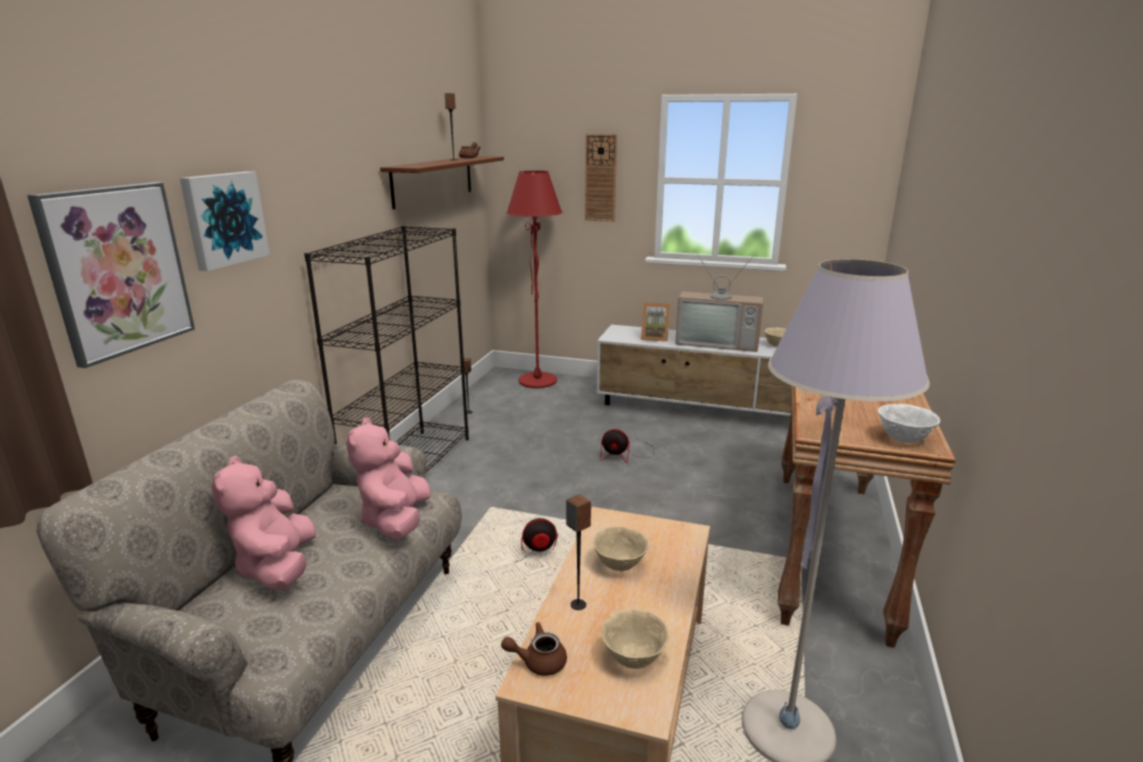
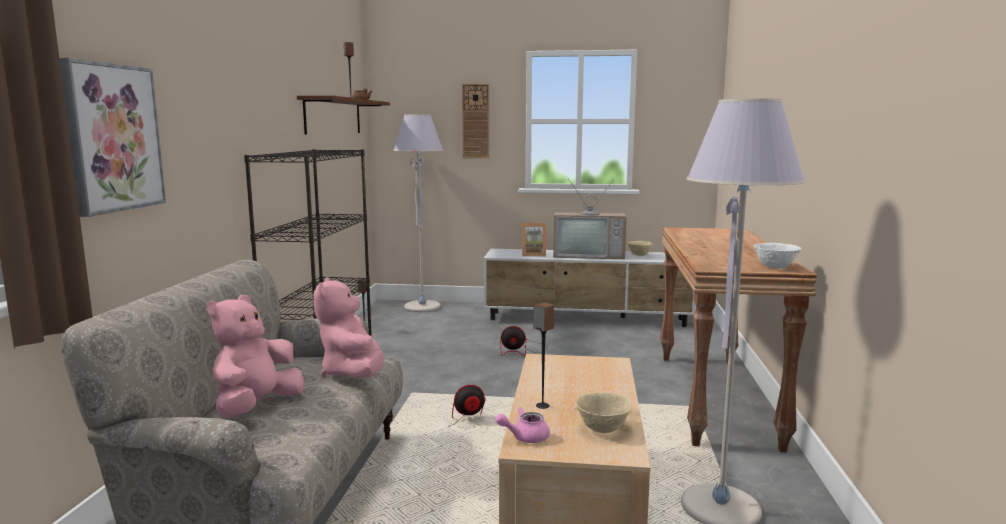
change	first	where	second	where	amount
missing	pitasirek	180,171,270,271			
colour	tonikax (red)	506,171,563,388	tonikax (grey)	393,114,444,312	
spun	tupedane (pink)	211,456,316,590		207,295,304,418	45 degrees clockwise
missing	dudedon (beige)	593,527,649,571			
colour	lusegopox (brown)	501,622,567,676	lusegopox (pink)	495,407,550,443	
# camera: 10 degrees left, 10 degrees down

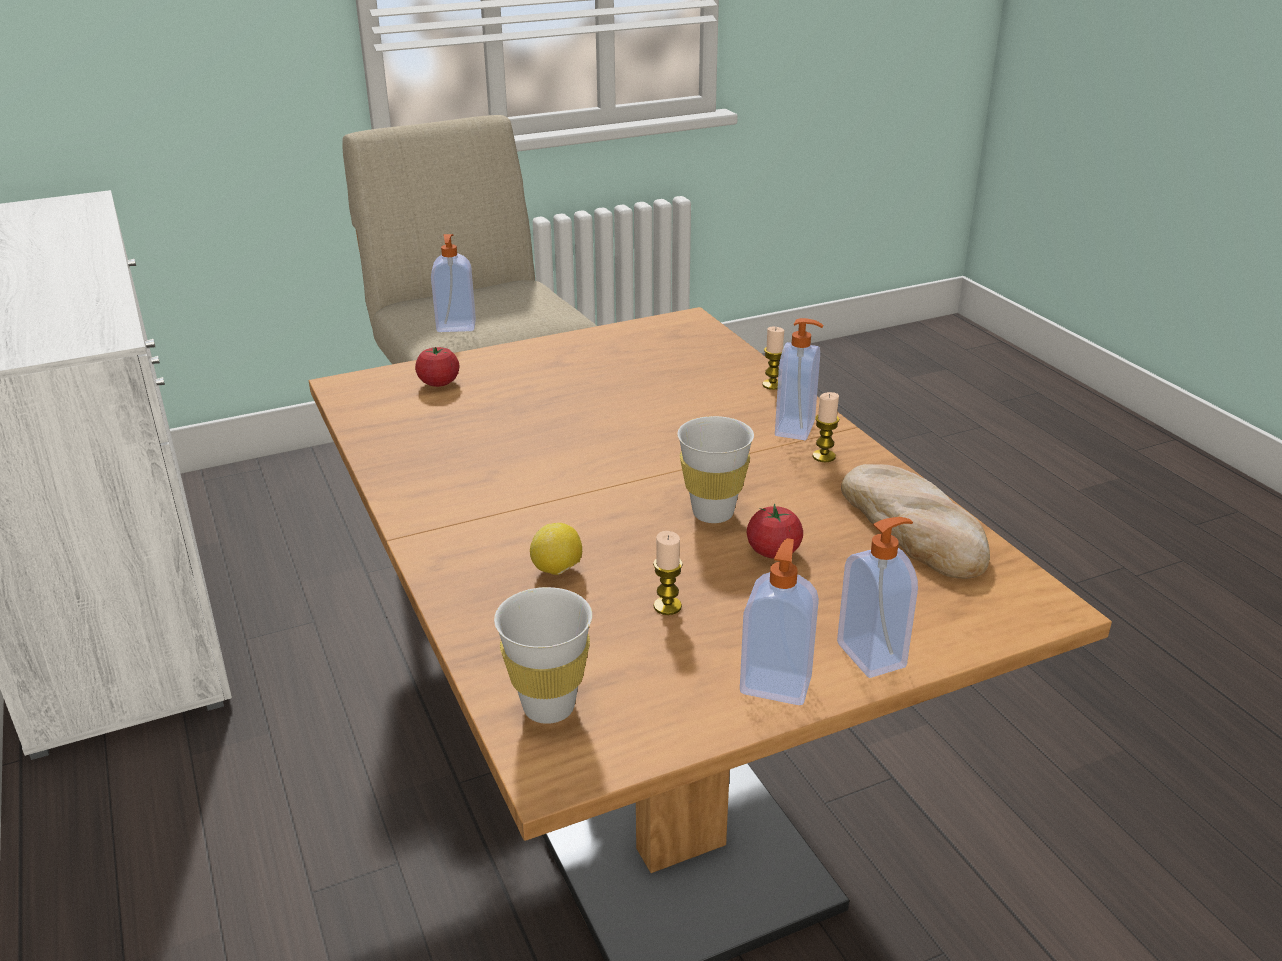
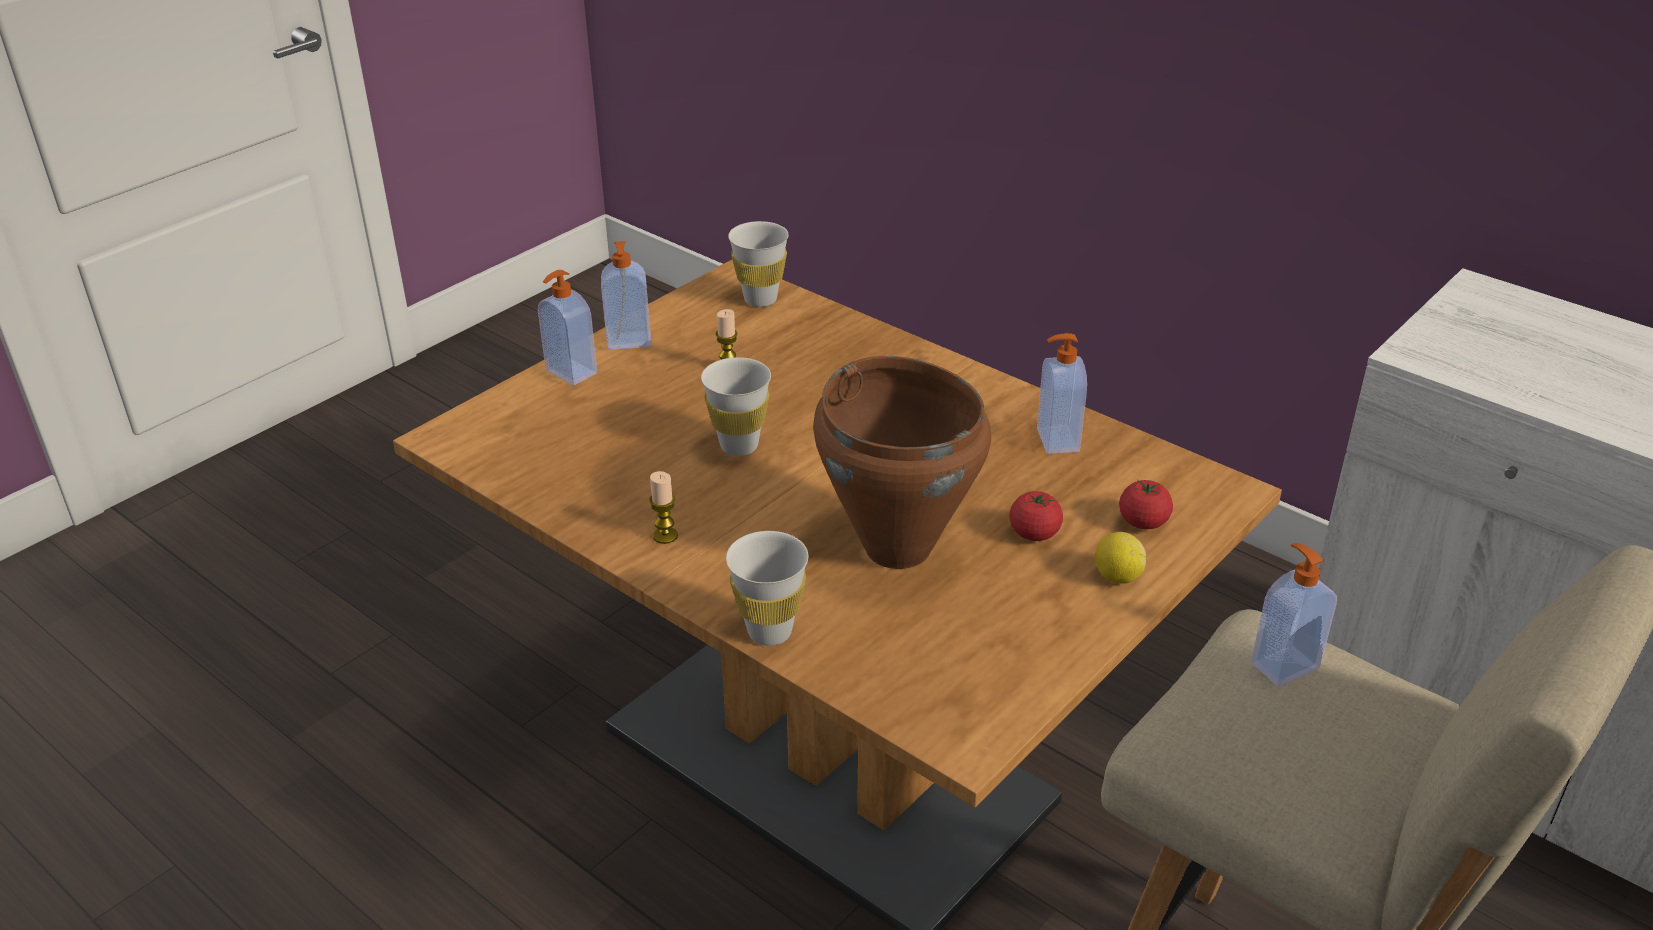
change	first	where	second	where	amount
relocated	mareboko	775,318,823,440		1037,333,1087,454	
exchanged	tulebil	762,327,784,390	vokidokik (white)	726,531,808,646	
missing	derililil	841,464,990,579			
relocated	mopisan	746,503,803,559		1009,491,1063,541	
relocated	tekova	530,523,582,575		1095,532,1146,584	
appeared			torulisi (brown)	813,356,991,569	
# camera: 155 degrees right, 5 degrees up

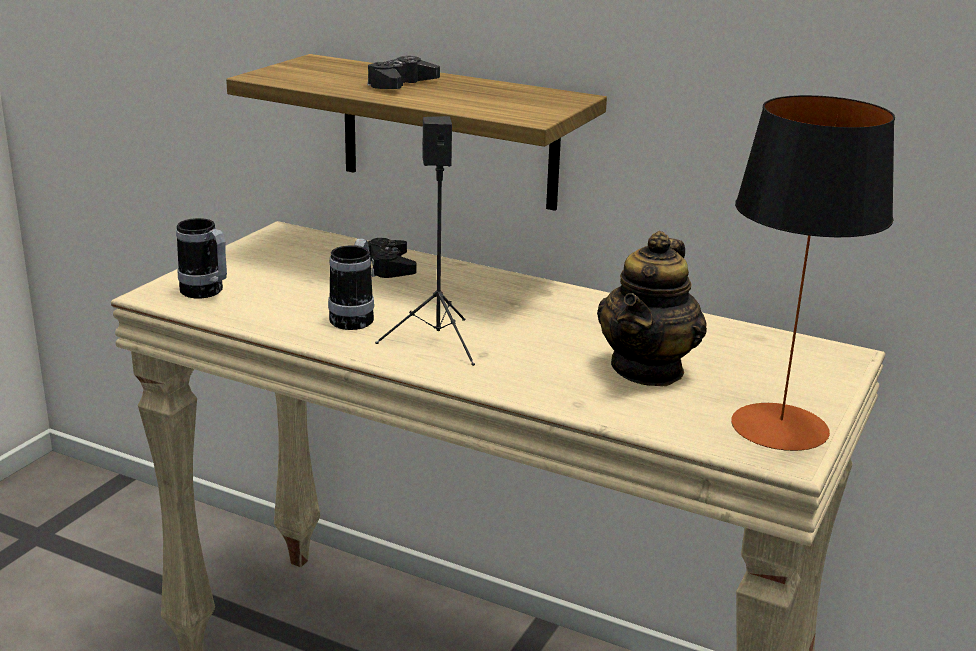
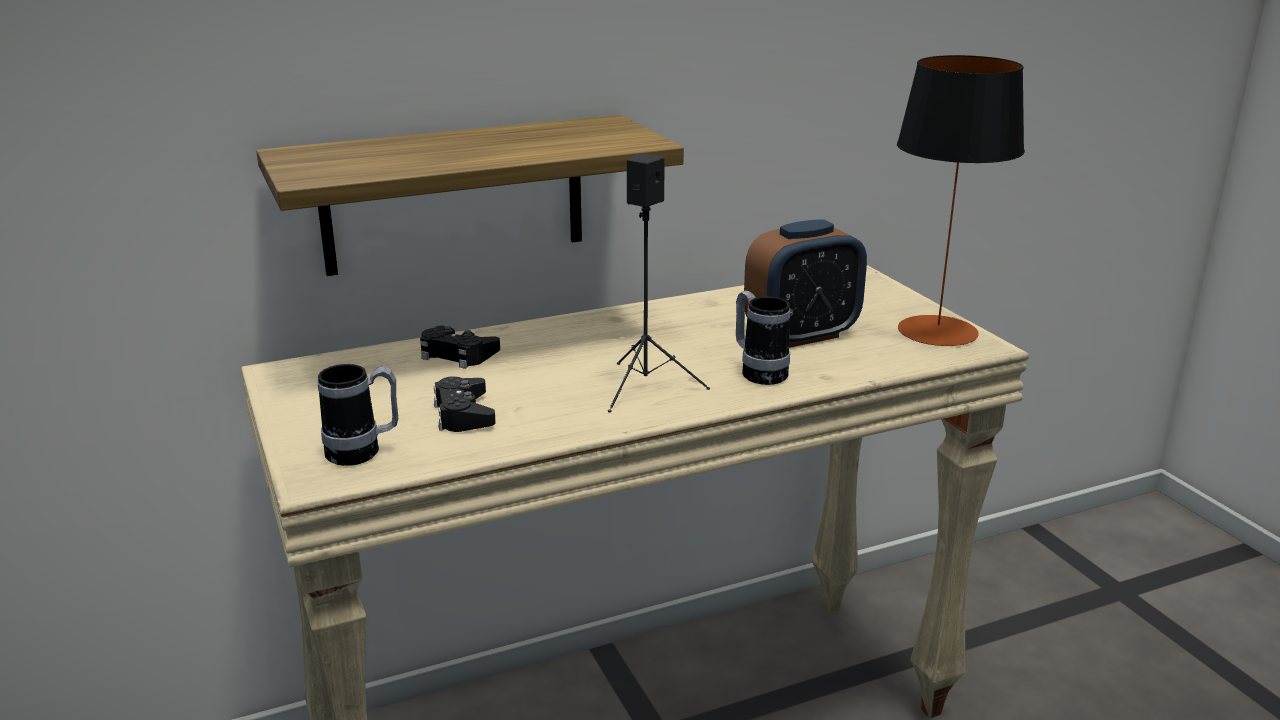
change	first	where	second	where	amount
relocated	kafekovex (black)	368,56,440,89		434,376,496,432	
exchanged	lusegopox	597,231,707,386	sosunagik	744,219,867,348	
relocated	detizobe	328,238,374,330		736,290,790,385	
# camera: 50 degrees left, 0 degrees up

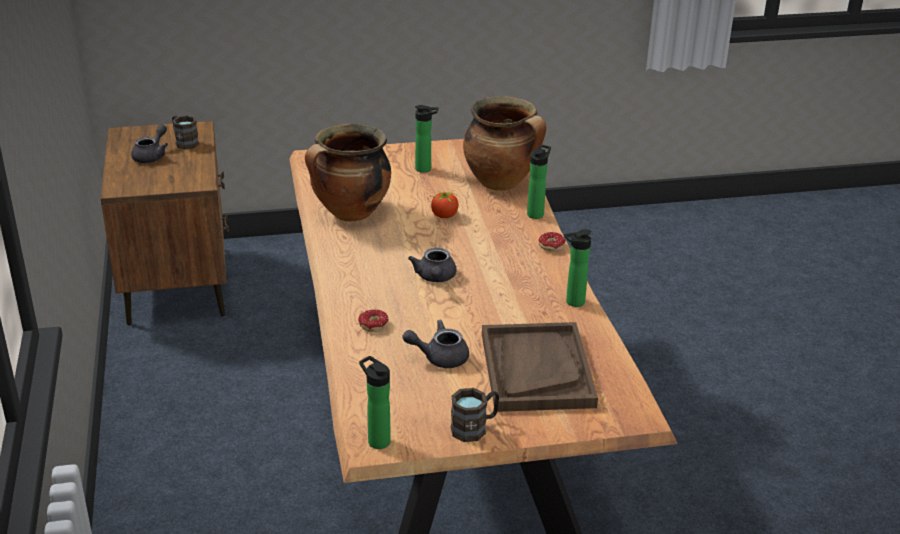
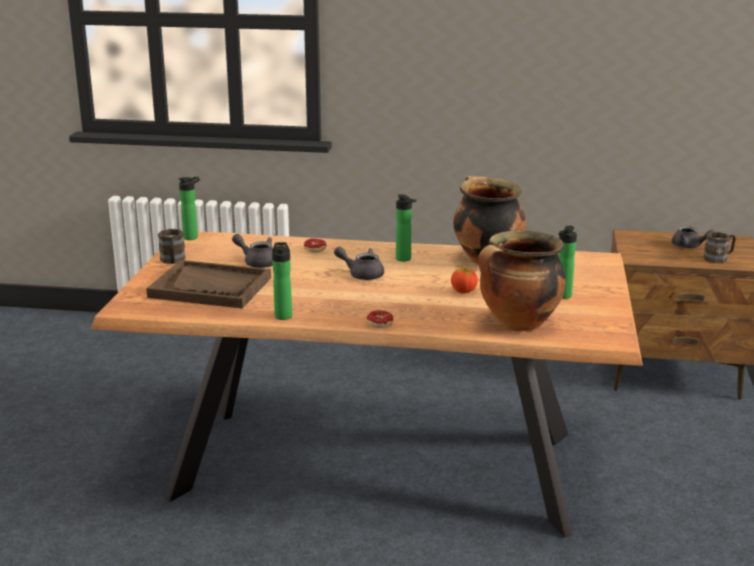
change	first	where	second	where	amount
relocated	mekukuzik	527,144,551,219		396,194,417,262	
spun	lusegopox (grey)	403,320,469,368		232,234,273,268	75 degrees counterclockwise
# camera: 110 degrees right, 10 degrees down

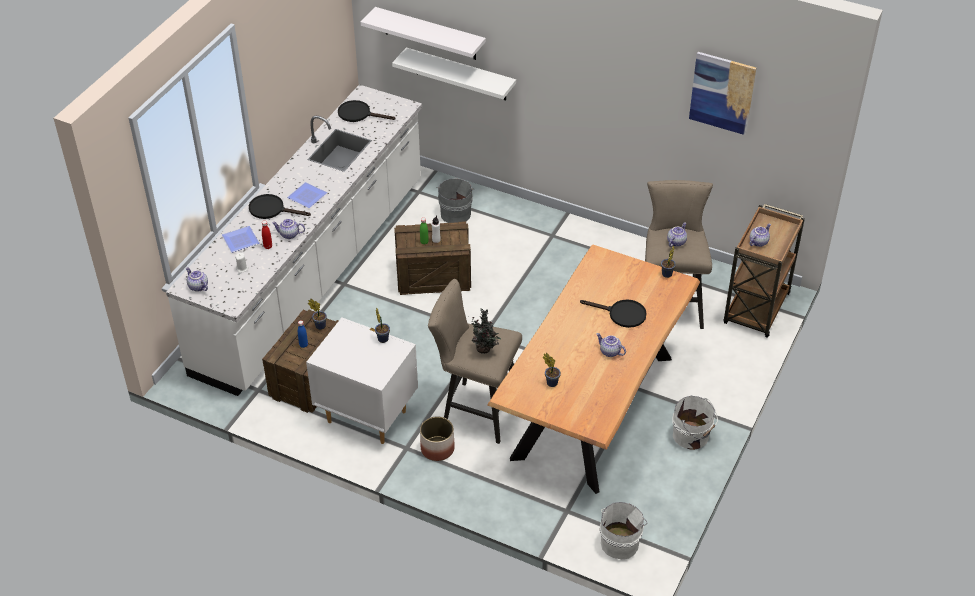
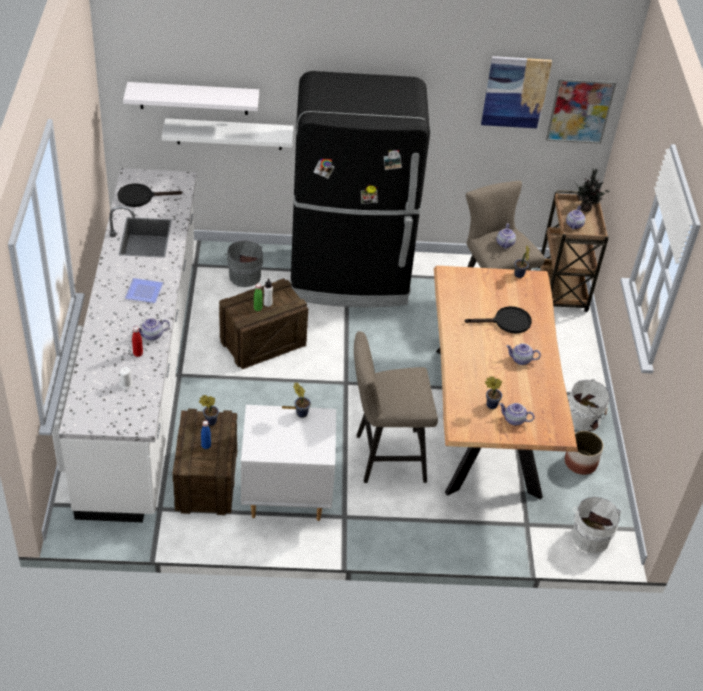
change	first	where	second	where	amount
missing	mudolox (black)	249,194,311,219			
missing	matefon	222,226,259,253			
relocated	lusegopox	186,267,208,292		499,403,534,426	
relocated	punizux	469,308,501,354		575,169,610,212	
relocated	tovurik	420,416,455,461		565,431,603,475	
appeared			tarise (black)	291,71,430,307	
appeared			pitasirek	546,78,616,144	
# camera: 30 degrees left, 0 degrees up

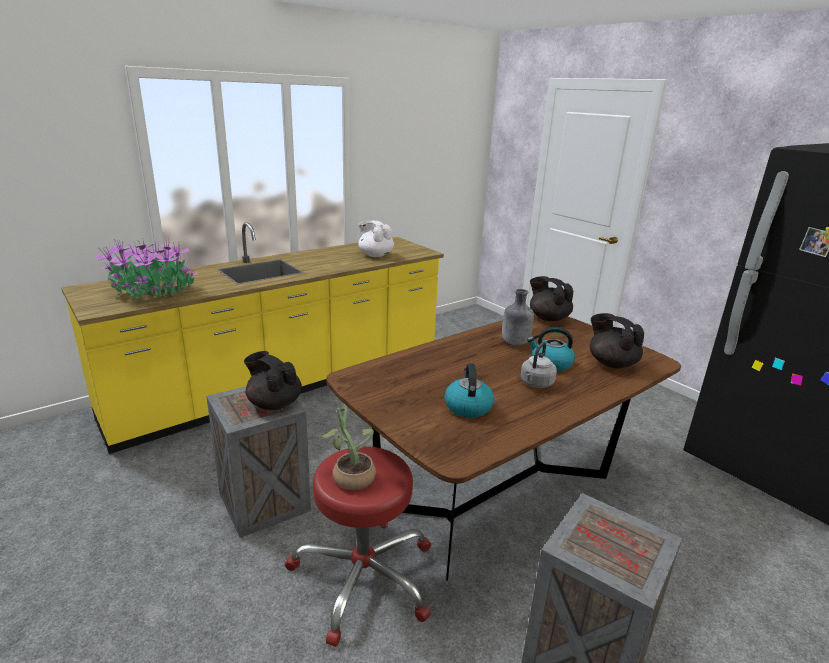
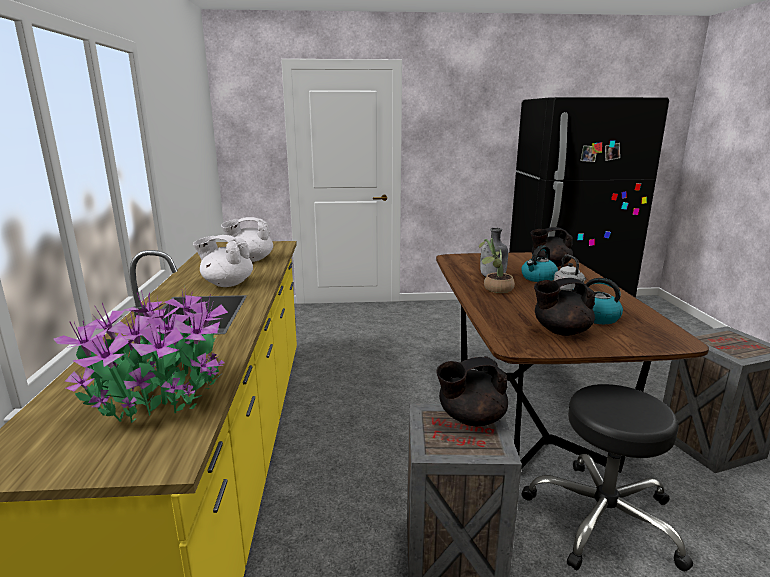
change	first	where	second	where	amount
relocated	lusegopox (black)	530,276,573,322		534,278,595,336	
relocated	punizux	321,405,376,490		479,238,515,293	
colour	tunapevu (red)	285,446,431,647	tunapevu (black)	521,384,693,571	
appeared			lusegopox (white)	193,235,253,287	
# camera: 55 degrees left, 5 degrees down

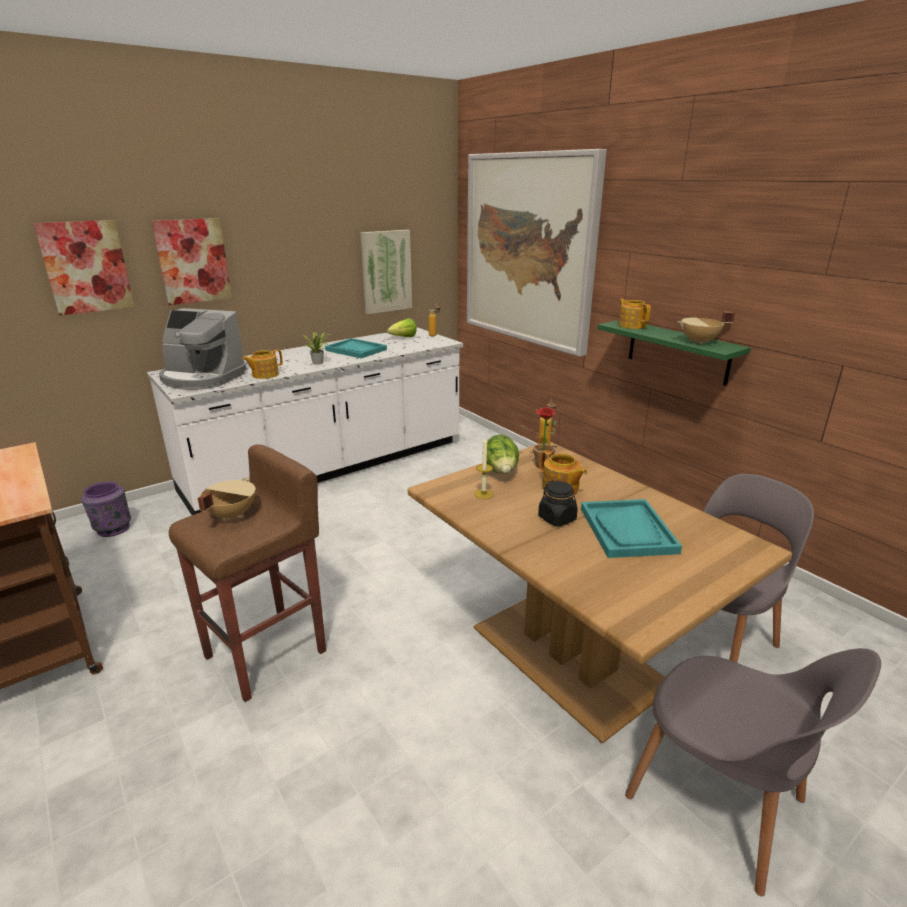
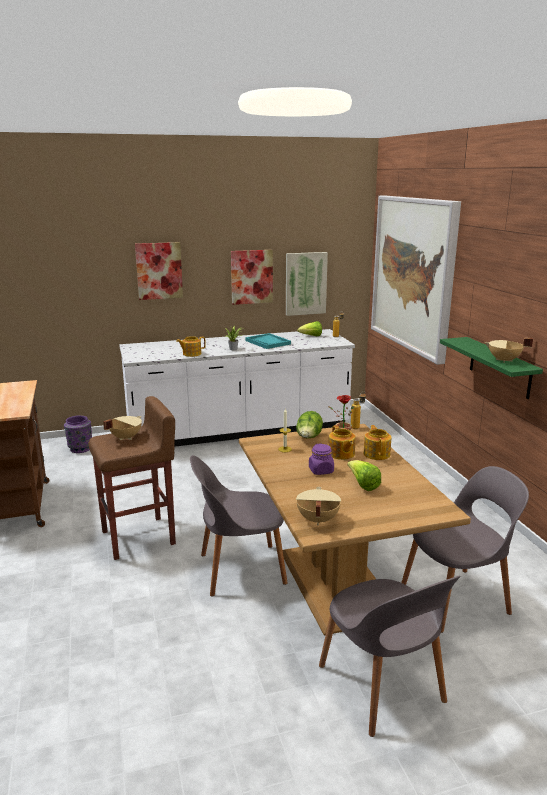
change	first	where	second	where	amount
relocated	pitasirek	33,220,135,315		231,250,273,305	
relocated	lusegopox	619,299,651,329		363,425,391,460	
missing	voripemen	159,308,246,390			
colour	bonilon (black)	538,480,578,526	bonilon (purple)	309,443,334,475	
exchanged	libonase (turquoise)	581,499,682,558	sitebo	347,460,381,491	
appeared			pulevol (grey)	190,455,288,596	
appeared			torulisi (beige)	296,487,341,525	
# camera: 20 degrees right, 5 degrees down

